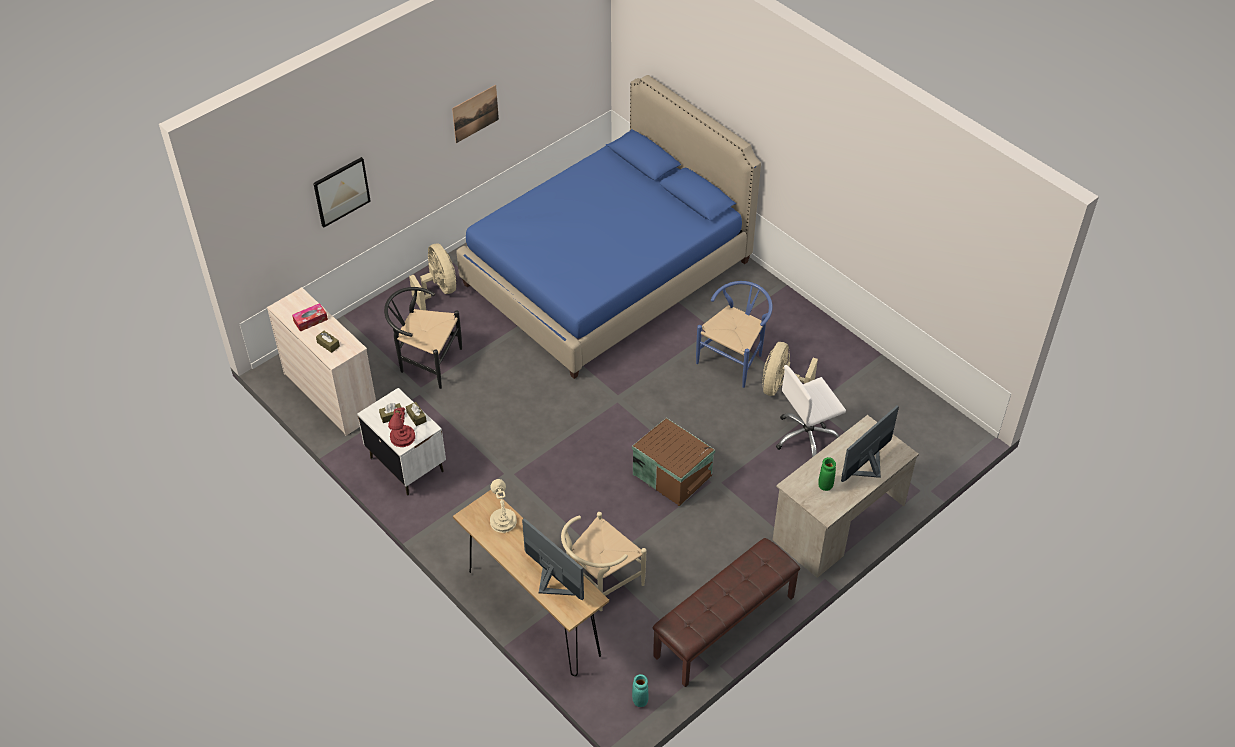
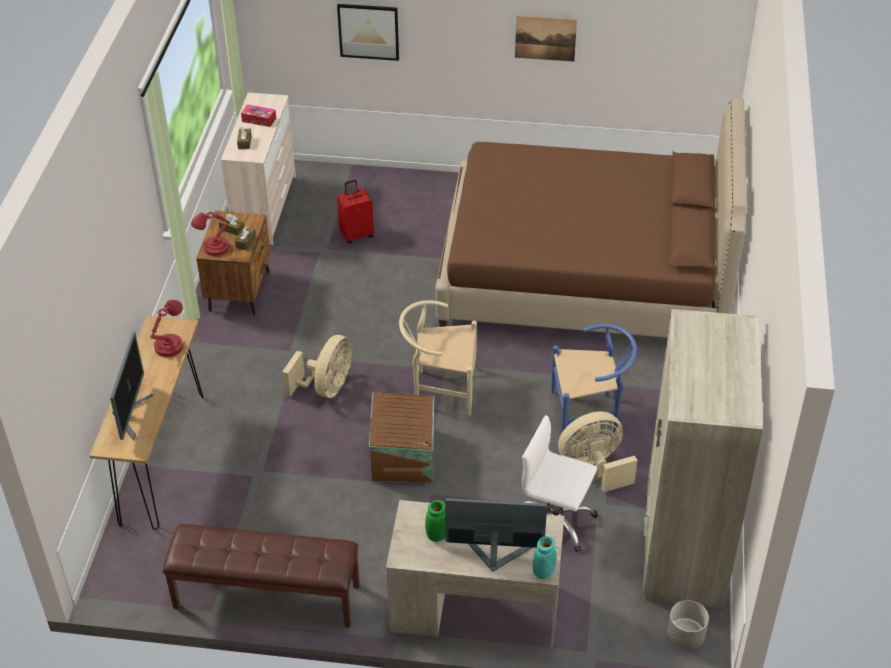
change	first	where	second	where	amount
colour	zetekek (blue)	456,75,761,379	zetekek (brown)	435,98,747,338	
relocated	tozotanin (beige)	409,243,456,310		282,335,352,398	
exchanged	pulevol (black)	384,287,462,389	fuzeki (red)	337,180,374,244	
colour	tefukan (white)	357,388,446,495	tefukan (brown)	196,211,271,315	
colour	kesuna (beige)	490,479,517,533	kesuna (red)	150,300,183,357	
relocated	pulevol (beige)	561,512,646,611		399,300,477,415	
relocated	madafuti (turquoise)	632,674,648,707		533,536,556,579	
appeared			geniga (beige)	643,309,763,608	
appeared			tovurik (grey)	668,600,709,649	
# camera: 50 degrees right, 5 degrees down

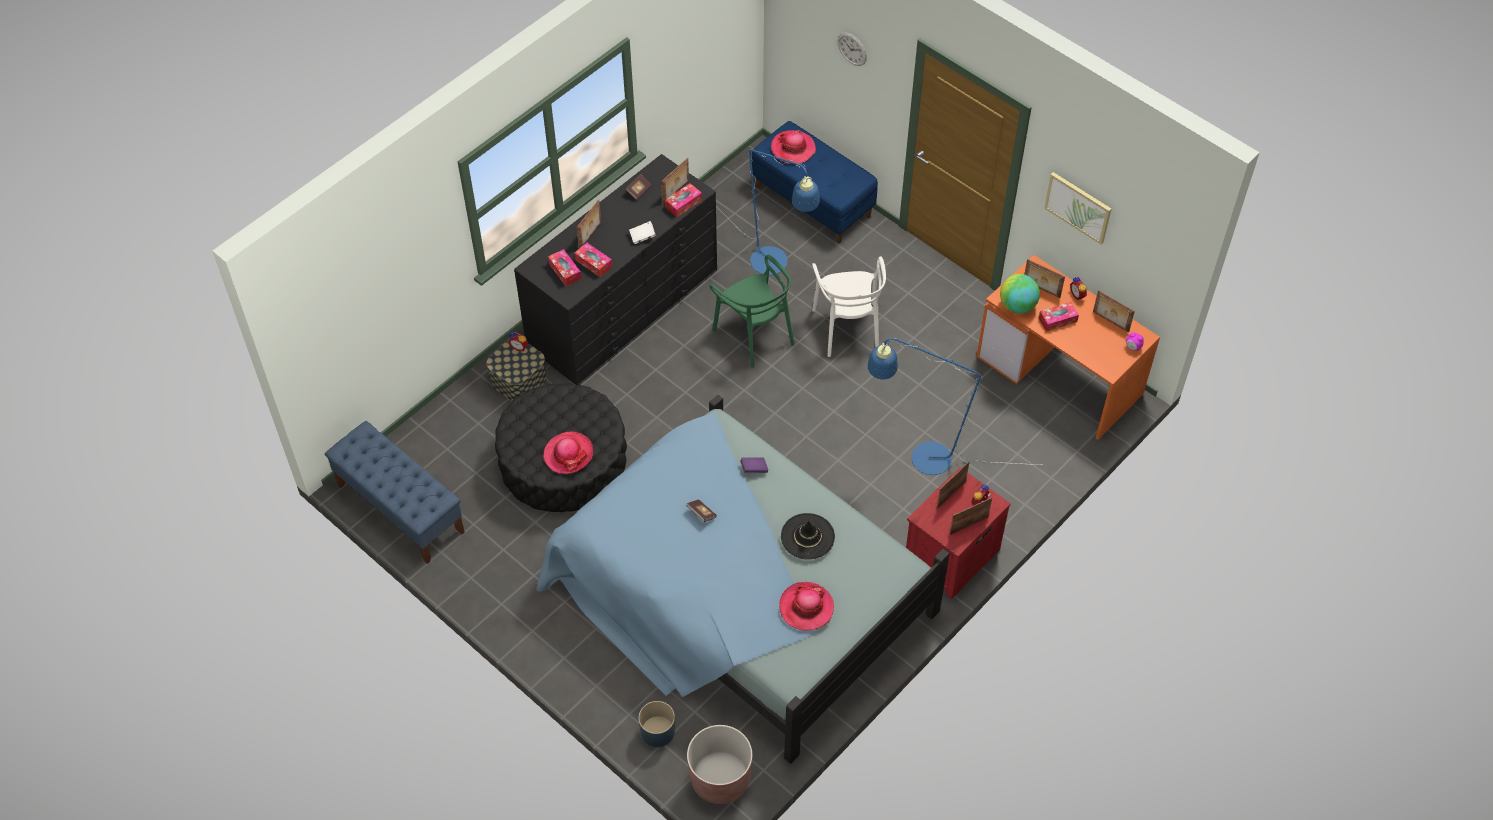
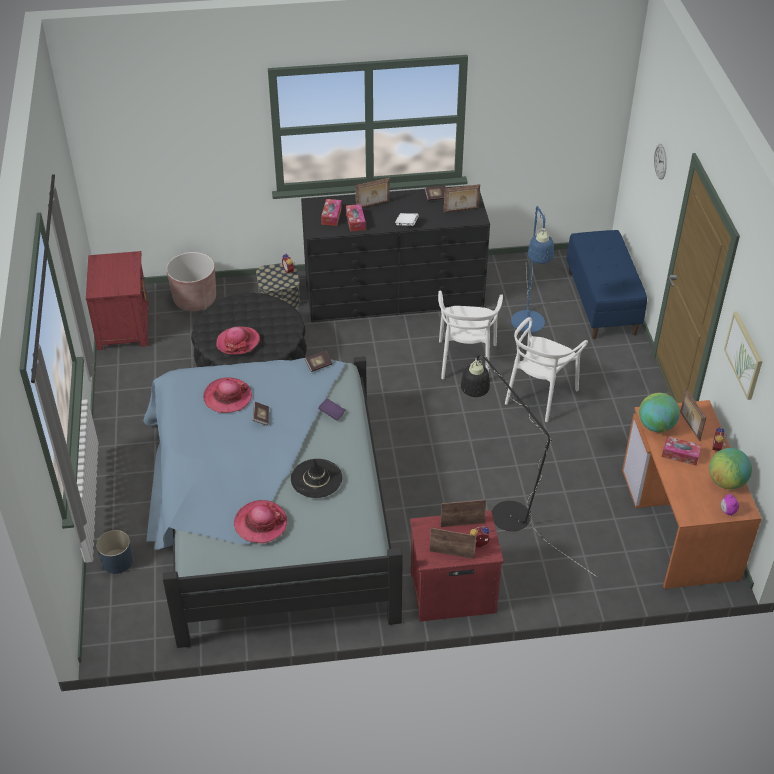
change	first	where	second	where	amount
relocated	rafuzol	771,130,816,164		203,377,252,413	
missing	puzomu	665,183,702,217			
colour	pulevol (green)	709,255,794,368	pulevol (white)	438,291,503,379	
exchanged	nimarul	1093,290,1135,332	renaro	709,448,752,489	
colour	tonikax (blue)	868,338,1040,475	tonikax (black)	461,355,597,577	
exchanged	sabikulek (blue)	325,421,465,564	tefukan (red)	86,251,149,350	
relocated	tovurik (brown)	687,725,753,804		166,252,216,311	
appeared			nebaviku	305,350,332,372	
# camera: 40 degrees right, 10 degrees down

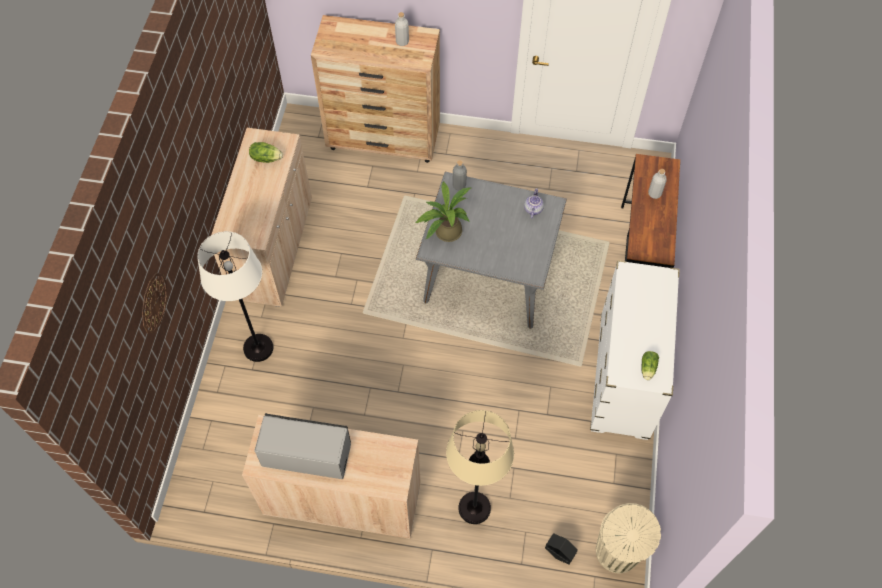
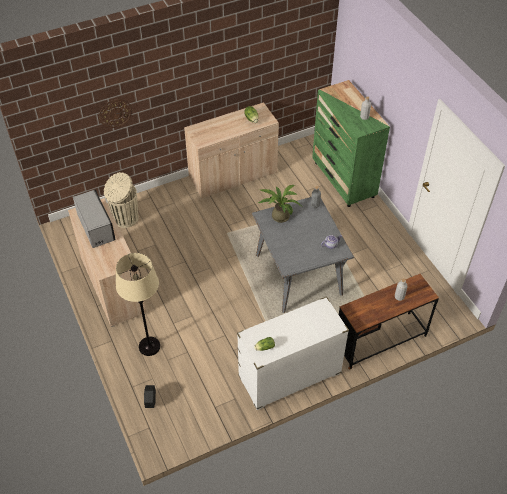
change	first	where	second	where	amount
colour	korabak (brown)	311,15,440,163	korabak (green)	312,80,390,207	
missing	tonikax (white)	197,231,273,362			
relocated	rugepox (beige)	596,503,661,573		104,172,138,228	
# camera: 55 degrees right, 10 degrees down

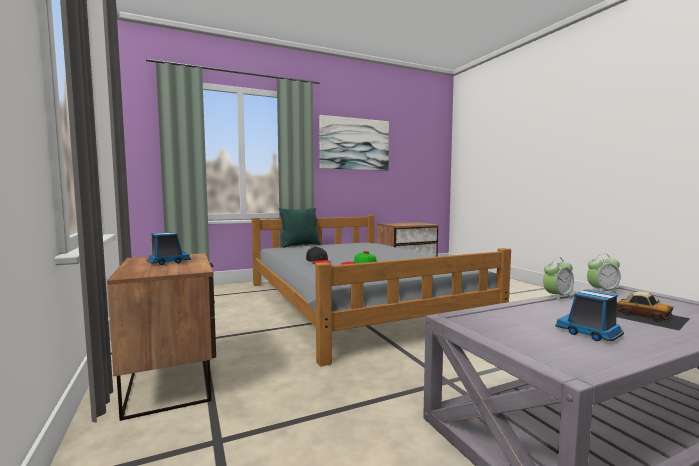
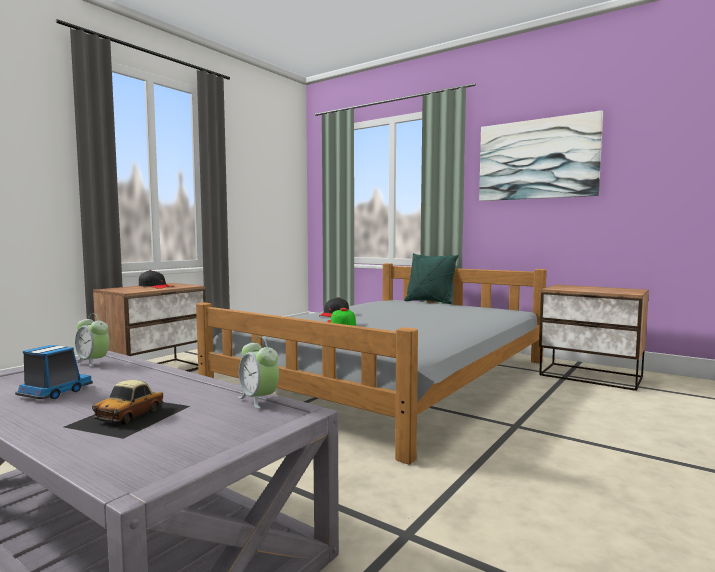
change	first	where	second	where	amount
exchanged	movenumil	147,232,191,265	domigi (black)	139,270,174,289	
relocated	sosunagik	543,257,574,301		75,314,109,367	
# camera: 60 degrees right, 0 degrees up

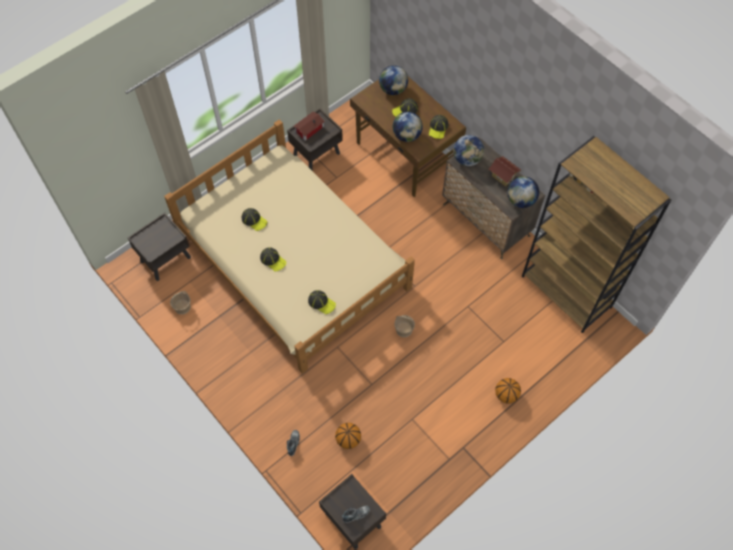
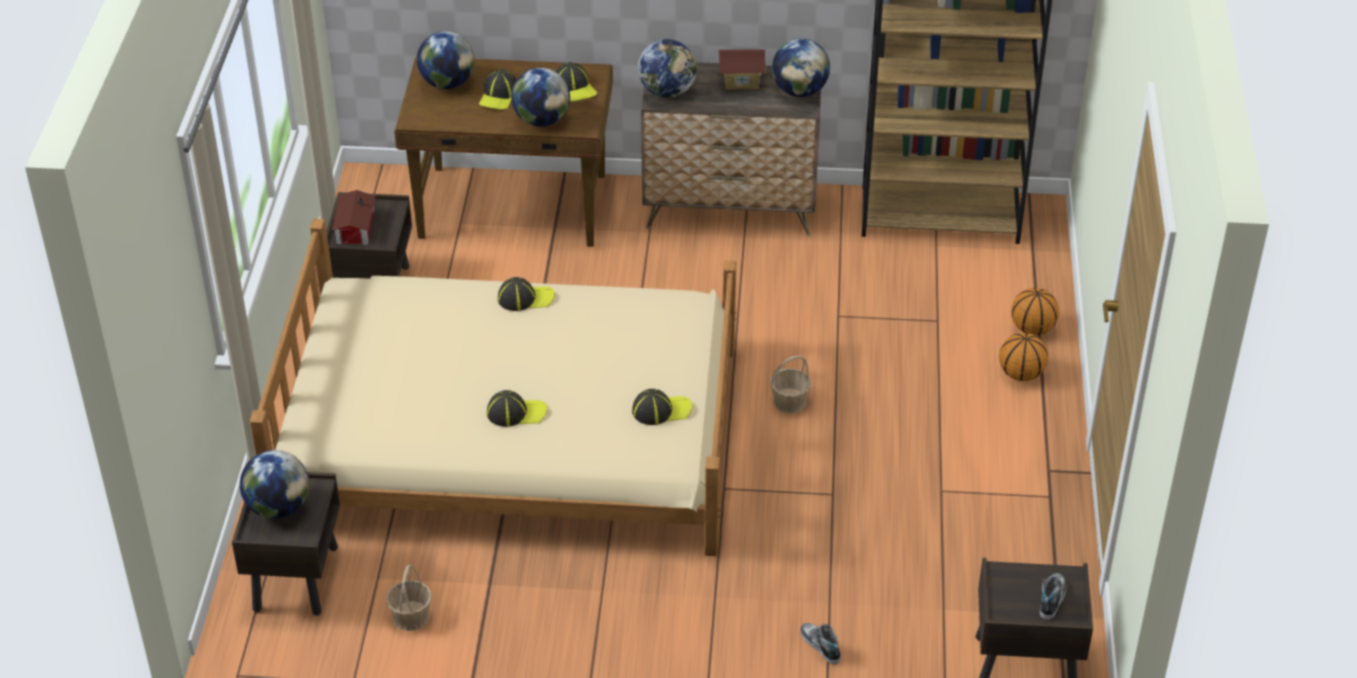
change	first	where	second	where	amount
relocated	domigi	242,208,267,231		498,277,555,311	
relocated	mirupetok	335,423,361,449		1011,288,1059,335	
appeared			renaro	240,450,309,519	
# camera: 45 degrees left, 20 degrees down

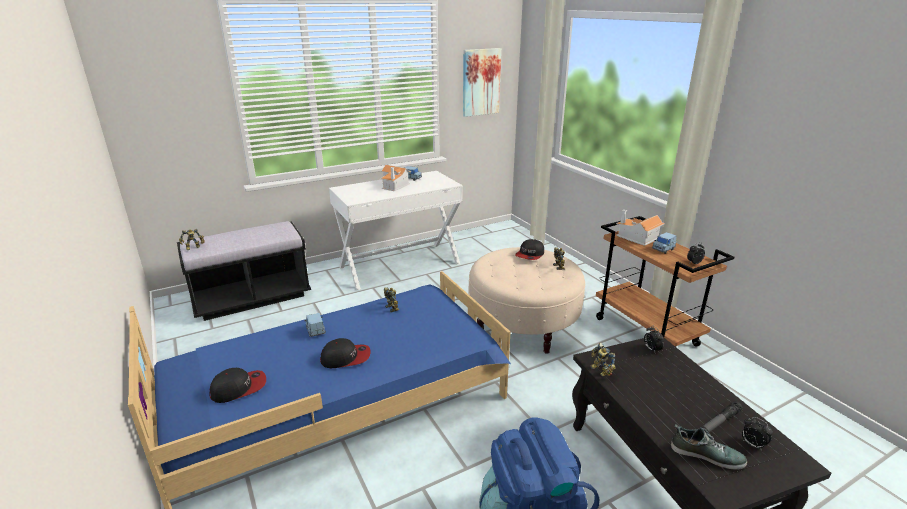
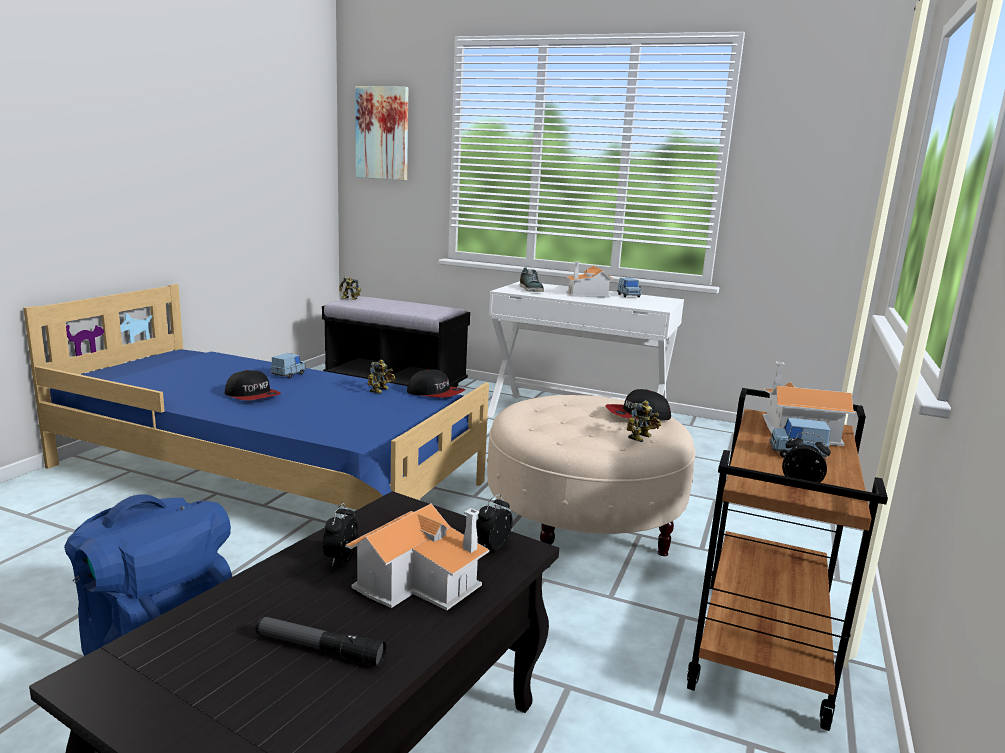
change	first	where	second	where	amount
relocated	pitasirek	463,48,501,117		355,86,408,180	
missing	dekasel	591,343,616,376			
relocated	domigi	209,368,266,403		407,369,465,398	
relocated	sosunagik	742,417,773,451		323,503,358,567	
relocated	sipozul	671,424,747,470		520,267,544,292	
appeared			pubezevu	345,504,489,610	
# camera: 50 degrees right, 10 degrees down

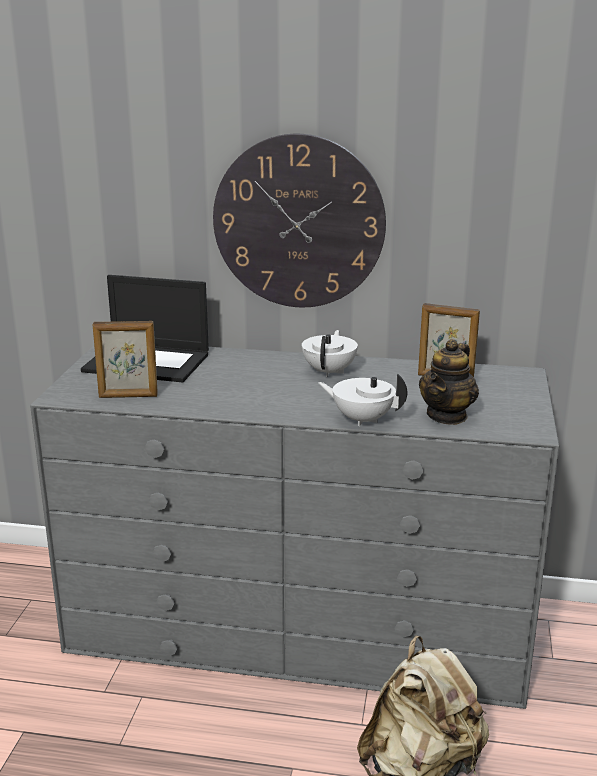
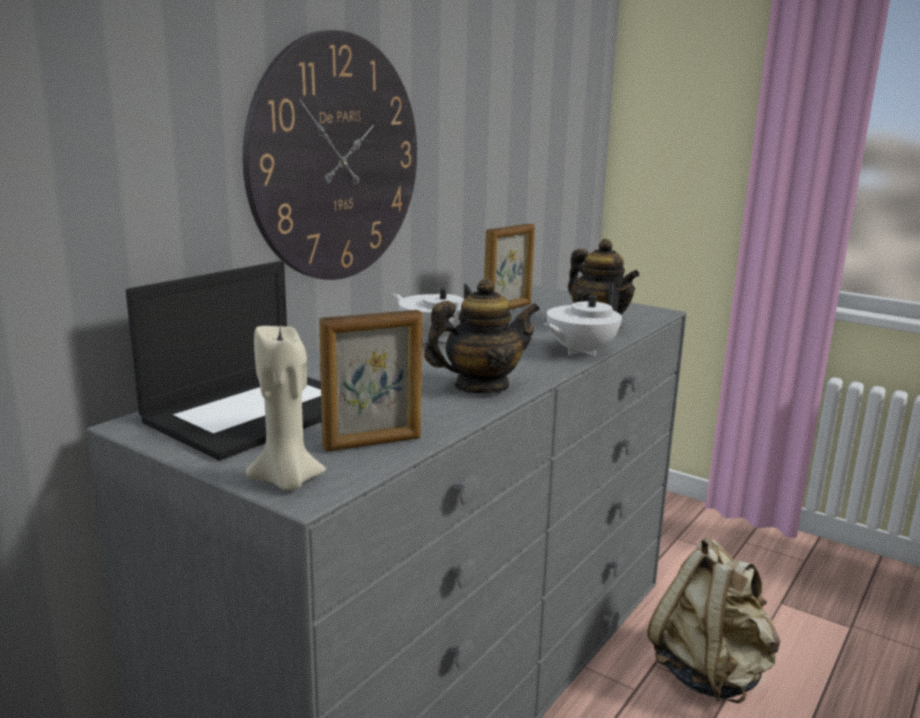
change	first	where	second	where	amount
spun	nimarul	93,321,158,398		319,310,422,452	45 degrees clockwise
appeared			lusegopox	424,278,540,394	
appeared			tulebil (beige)	246,326,326,490	
# camera: 65 degrees left, 5 degrees down

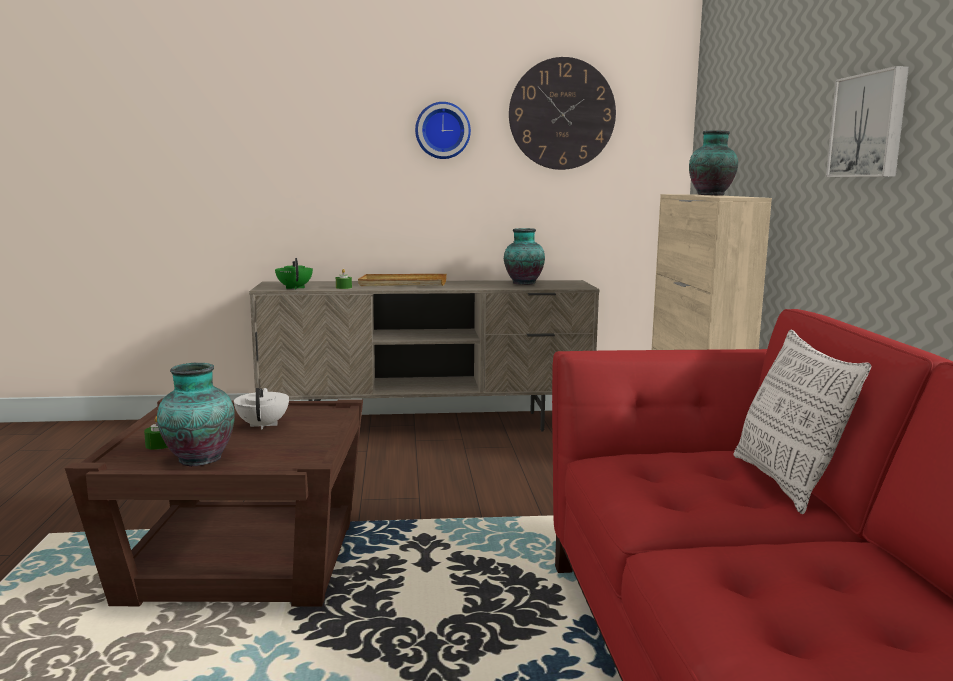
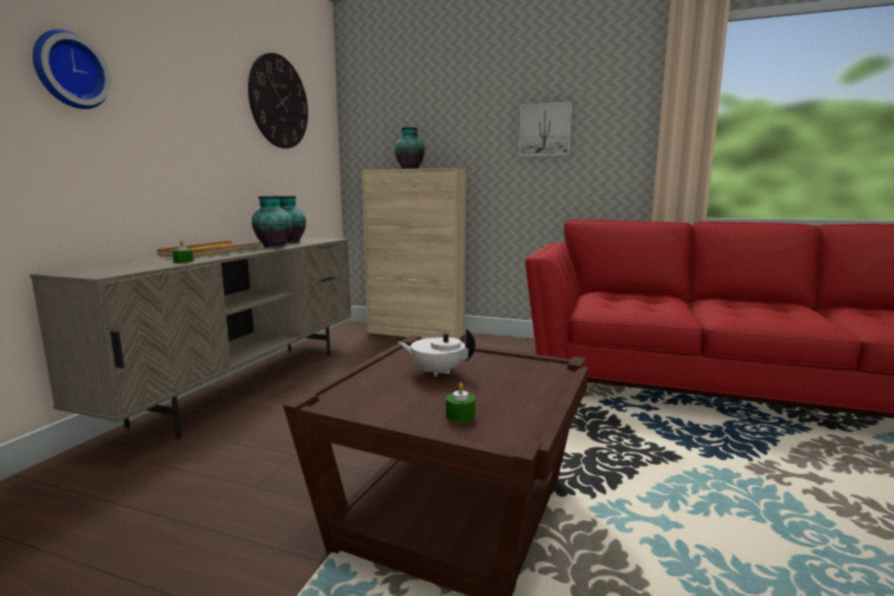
change	first	where	second	where	amount
relocated	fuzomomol	415,102,471,159		33,29,111,109	
missing	lusegopox (green)	275,258,313,290			
missing	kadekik	733,329,871,514			
relocated	madafuti	157,363,235,467		252,196,292,248	
# camera: 65 degrees left, 0 degrees up

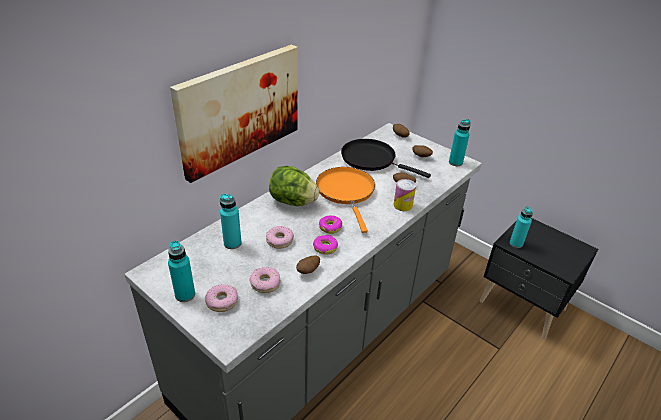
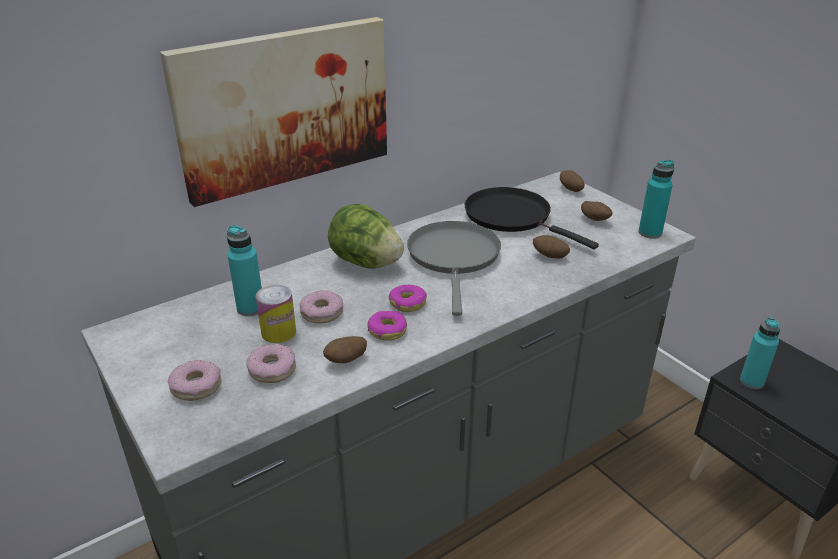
change	first	where	second	where	amount
colour	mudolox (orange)	316,167,375,233	mudolox (grey)	407,221,501,316	
relocated	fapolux	394,179,416,211		256,285,296,343	
missing	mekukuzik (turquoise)	168,240,195,302			
# camera: 15 degrees right, 5 degrees down

